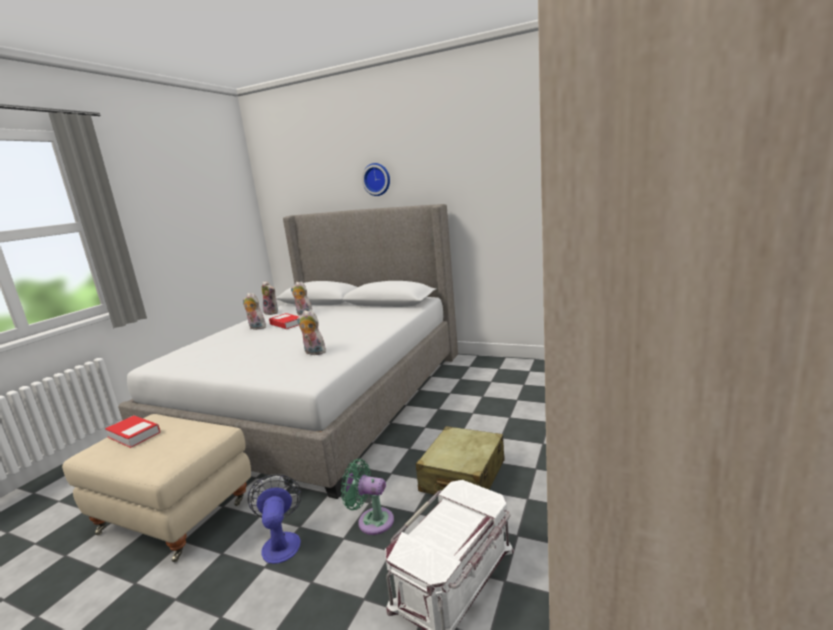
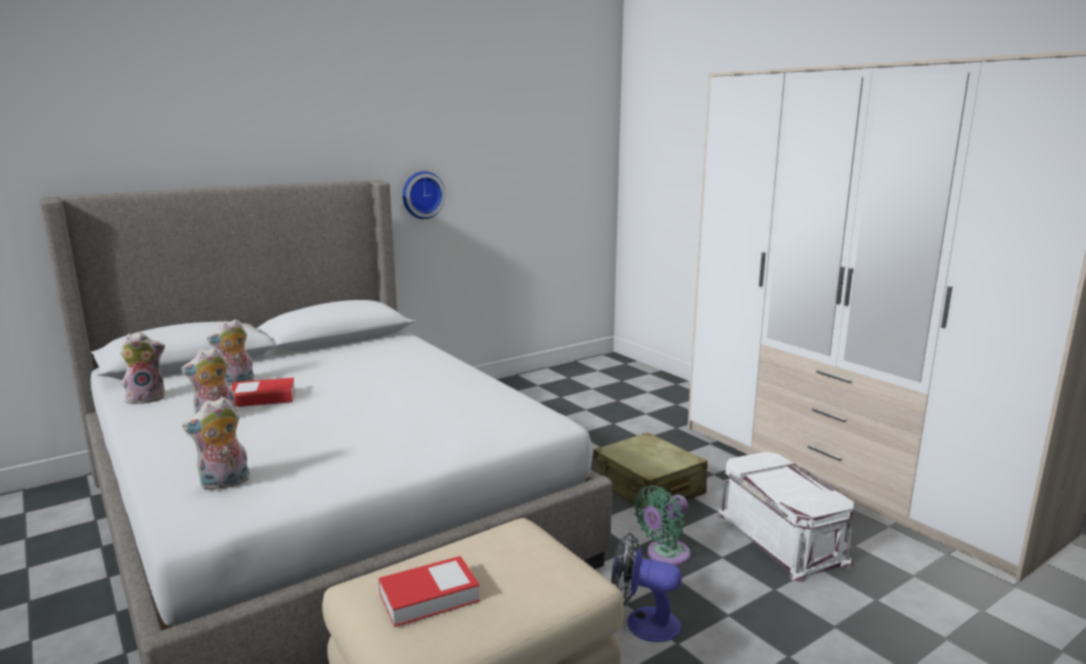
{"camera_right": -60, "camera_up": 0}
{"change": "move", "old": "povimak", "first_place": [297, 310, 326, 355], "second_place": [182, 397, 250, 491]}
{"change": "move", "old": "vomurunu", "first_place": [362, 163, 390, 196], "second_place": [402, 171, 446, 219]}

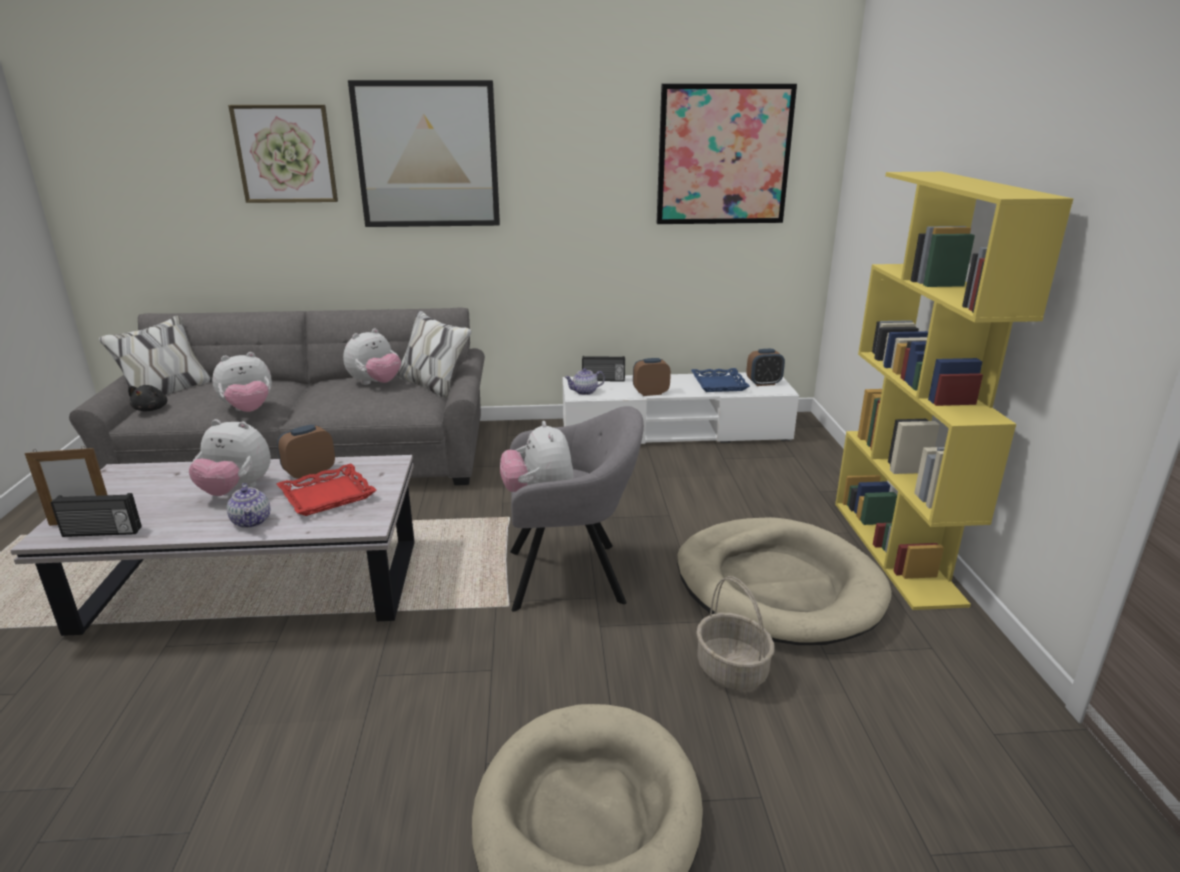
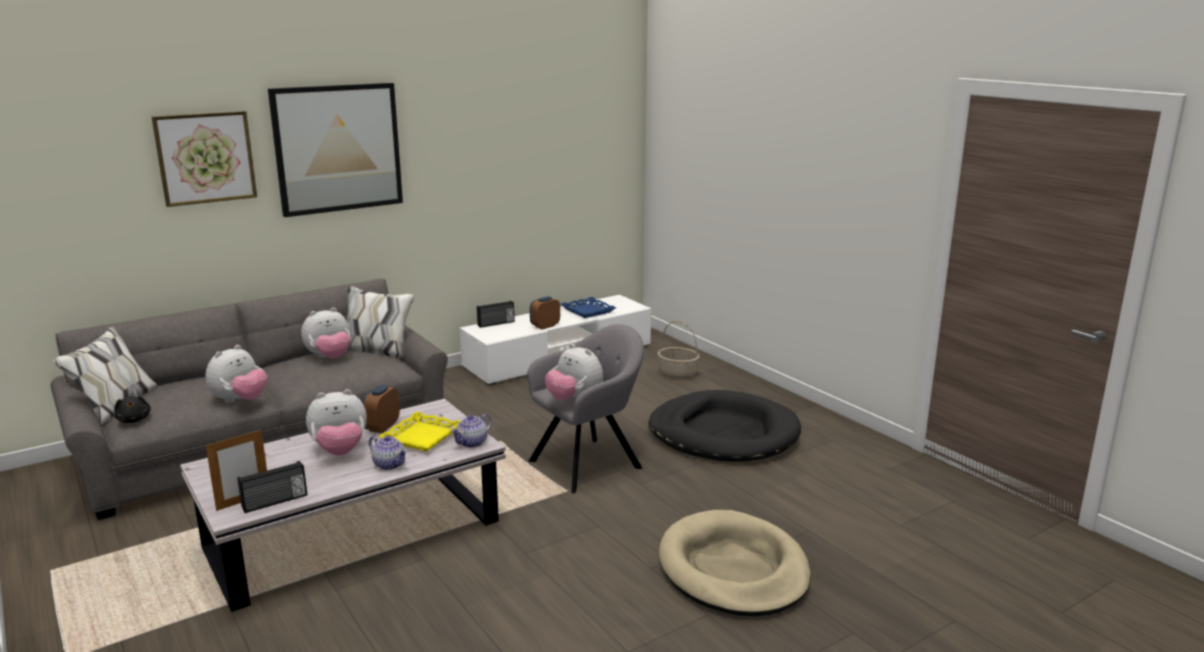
{"camera_right": -30, "camera_up": -5}
{"change": "delete", "old": "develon", "first_place": [657, 84, 797, 224]}
{"change": "delete", "old": "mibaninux", "first_place": [746, 349, 785, 386]}
{"change": "delete", "old": "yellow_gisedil", "first_place": [835, 172, 1073, 610]}
{"change": "move", "old": "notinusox", "first_place": [565, 368, 605, 395], "second_place": [451, 414, 492, 448]}
{"change": "move", "old": "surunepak", "first_place": [696, 576, 774, 690], "second_place": [658, 321, 700, 379]}
{"change": "recolor", "old": "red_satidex", "new": "yellow_satidex", "first_place": [277, 464, 377, 516], "second_place": [378, 411, 461, 452]}
{"change": "recolor", "old": "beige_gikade", "new": "black_gikade", "first_place": [677, 517, 892, 645], "second_place": [649, 390, 801, 462]}
{"change": "rotate", "old": "povimak", "first_place": [343, 328, 401, 385], "second_place": [301, 307, 351, 358], "degrees": 45}

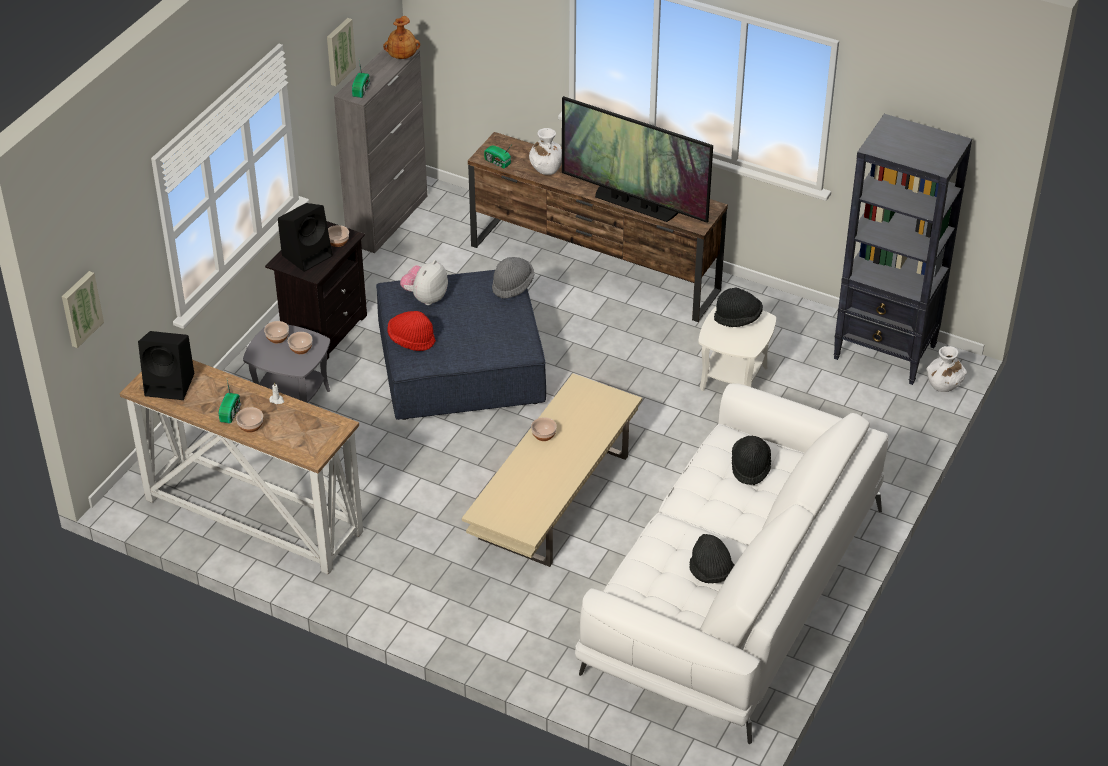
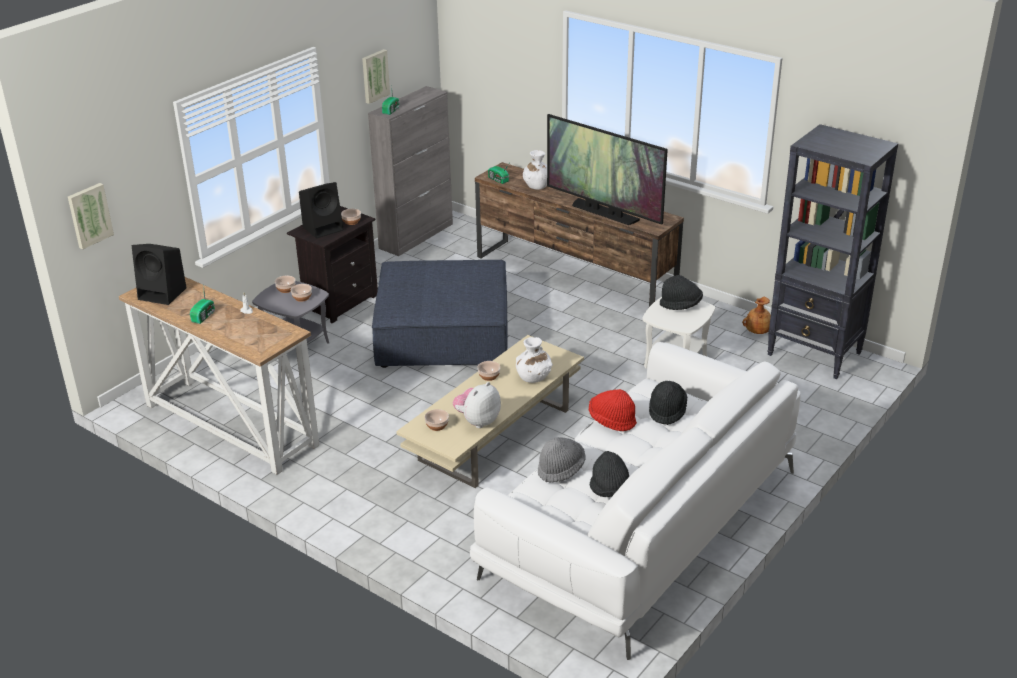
{"camera_right": 10, "camera_up": -10}
{"change": "move", "old": "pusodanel", "first_place": [236, 407, 263, 433], "second_place": [424, 409, 449, 431]}
{"change": "move", "old": "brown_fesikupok", "first_place": [383, 16, 420, 59], "second_place": [742, 297, 771, 334]}
{"change": "move", "old": "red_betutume", "first_place": [387, 311, 436, 351], "second_place": [589, 389, 637, 431]}
{"change": "move", "old": "povimak", "first_place": [400, 260, 448, 305], "second_place": [453, 382, 501, 428]}
{"change": "move", "old": "grey_betutume", "first_place": [492, 257, 534, 299], "second_place": [538, 437, 586, 483]}
{"change": "move", "old": "white_fesikupok", "first_place": [926, 346, 967, 392], "second_place": [516, 337, 553, 383]}

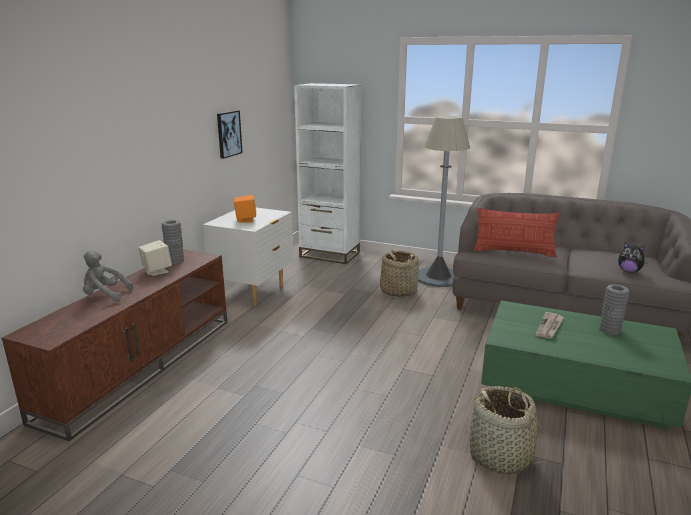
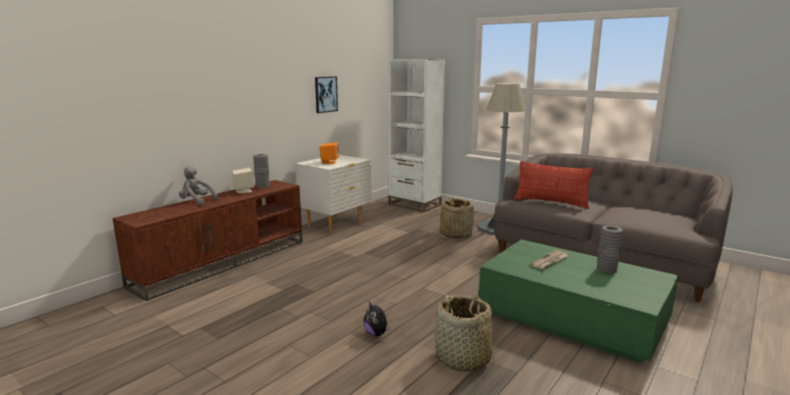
{"camera_right": 15, "camera_up": -5}
{"change": "move", "old": "povimak", "first_place": [618, 243, 647, 273], "second_place": [364, 302, 391, 336]}

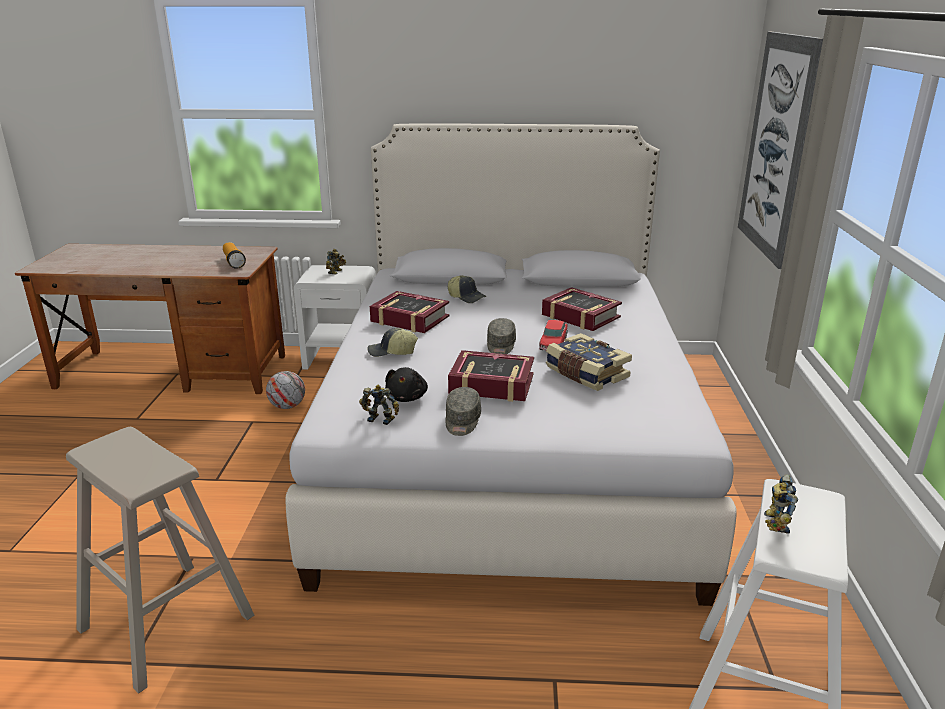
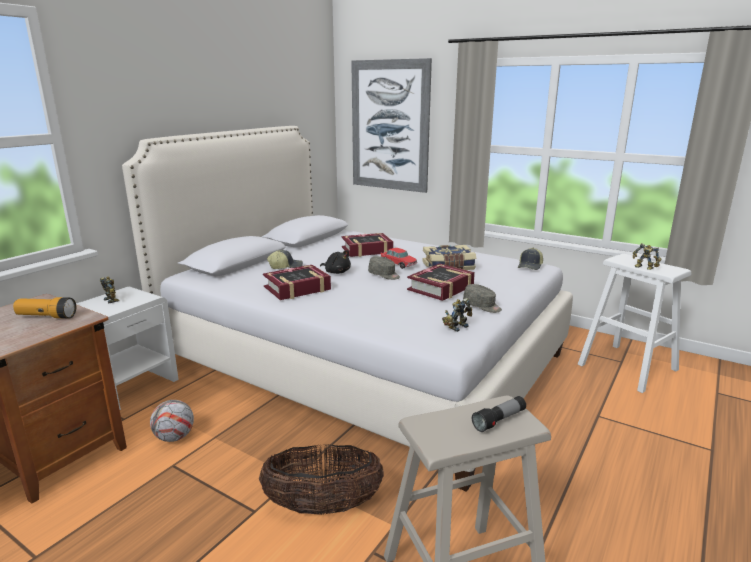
{"camera_right": -60, "camera_up": -5}
{"change": "insert", "new": "surunepak", "second_place": [259, 444, 384, 515]}
{"change": "insert", "new": "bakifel", "second_place": [472, 396, 526, 432]}
{"change": "move", "old": "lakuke", "first_place": [368, 328, 418, 357], "second_place": [518, 248, 543, 270]}
{"change": "move", "old": "black_povimak", "first_place": [385, 367, 428, 402], "second_place": [320, 250, 351, 274]}

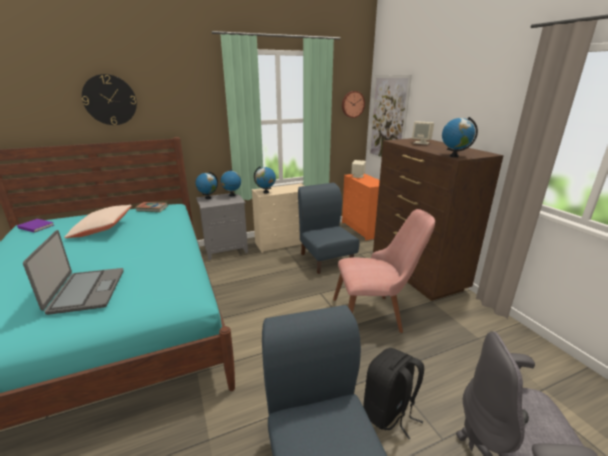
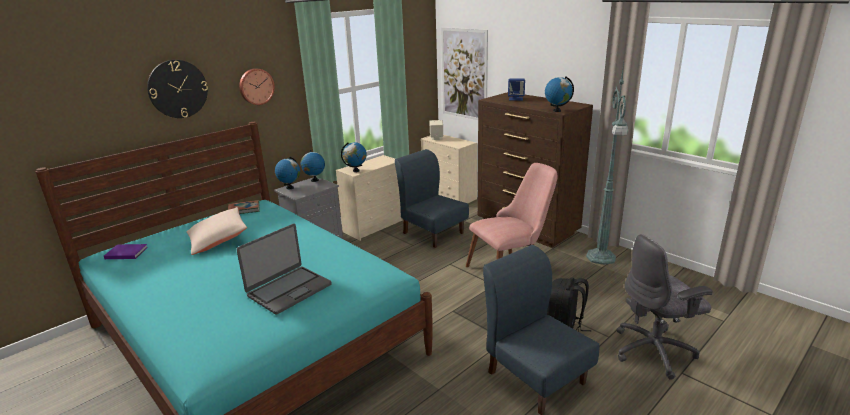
{"camera_right": -20, "camera_up": 0}
{"change": "insert", "new": "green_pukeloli", "second_place": [586, 63, 628, 265]}
{"change": "move", "old": "vomurunu", "first_place": [342, 91, 365, 118], "second_place": [239, 68, 275, 105]}
{"change": "recolor", "old": "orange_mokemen", "new": "beige_mokemen", "first_place": [342, 173, 380, 240], "second_place": [421, 135, 477, 204]}
{"change": "recolor", "old": "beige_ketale", "new": "blue_ketale", "first_place": [412, 121, 434, 145], "second_place": [508, 78, 525, 101]}
{"change": "rotate", "old": "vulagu", "first_place": [23, 230, 124, 315], "second_place": [236, 224, 332, 315], "degrees": 75}

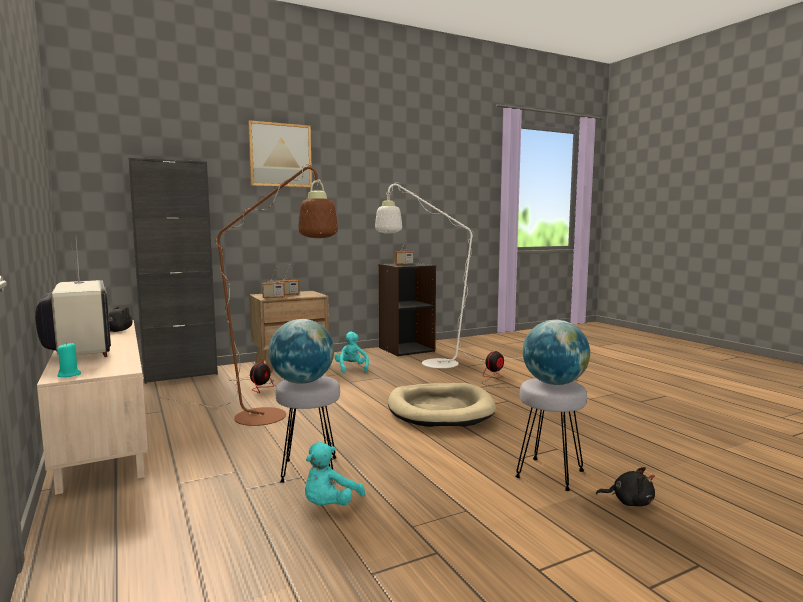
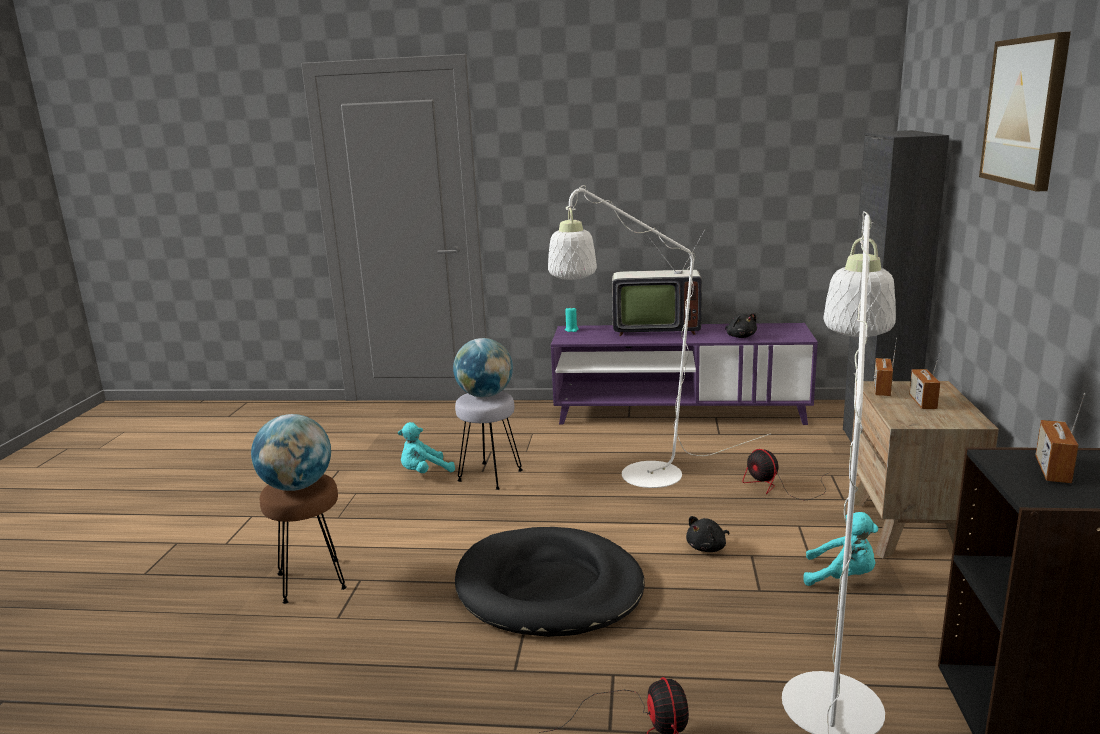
{"camera_right": 125, "camera_up": 10}
{"change": "move", "old": "black_povimak", "first_place": [596, 467, 655, 506], "second_place": [686, 516, 729, 552]}
{"change": "recolor", "old": "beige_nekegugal", "new": "purple_nekegugal", "first_place": [37, 320, 148, 495], "second_place": [551, 323, 818, 425]}
{"change": "recolor", "old": "brown_pukeloli", "new": "white_pukeloli", "first_place": [159, 164, 338, 426], "second_place": [548, 185, 771, 488]}
{"change": "recolor", "old": "beige_gikade", "new": "black_gikade", "first_place": [388, 383, 496, 427], "second_place": [455, 527, 645, 637]}
{"change": "recolor", "old": "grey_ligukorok", "new": "brown_ligukorok", "first_place": [515, 378, 587, 491], "second_place": [260, 474, 347, 604]}
{"change": "rotate", "old": "turquoise_povimak", "first_place": [305, 442, 365, 505], "second_place": [398, 422, 455, 473], "degrees": -90}

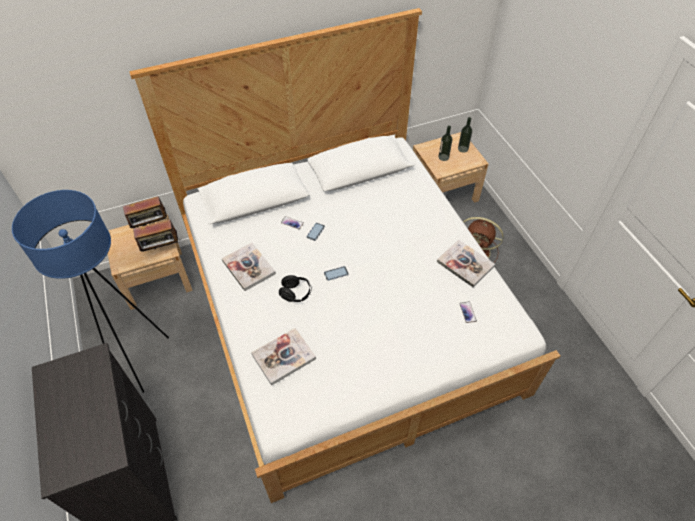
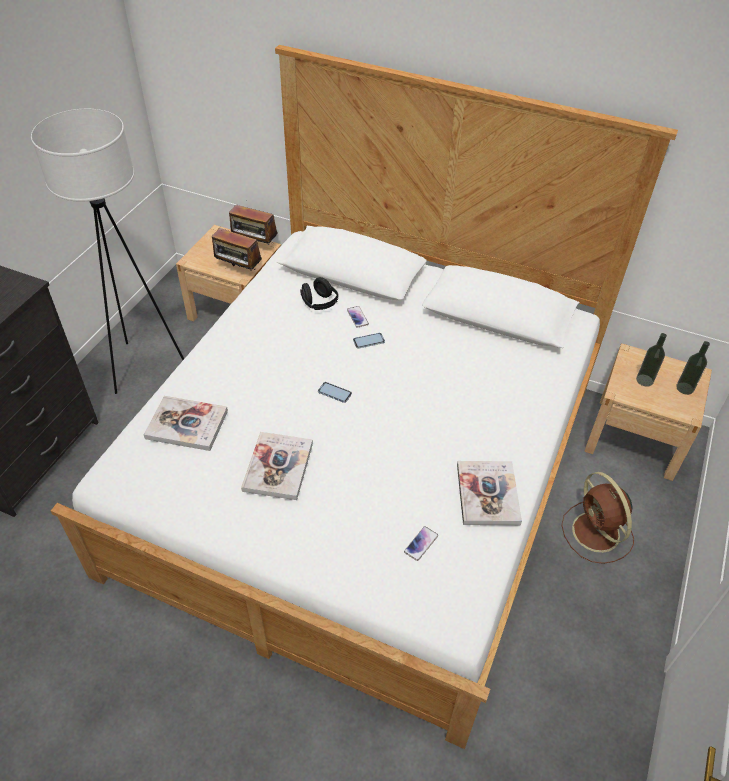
{"camera_right": 45, "camera_up": -5}
{"change": "move", "old": "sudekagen", "first_place": [222, 243, 276, 291], "second_place": [241, 432, 313, 500]}
{"change": "move", "old": "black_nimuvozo", "first_place": [279, 275, 312, 302], "second_place": [300, 277, 339, 310]}
{"change": "recolor", "old": "blue_pukeloli", "new": "white_pukeloli", "first_place": [12, 190, 169, 393], "second_place": [31, 109, 184, 394]}

